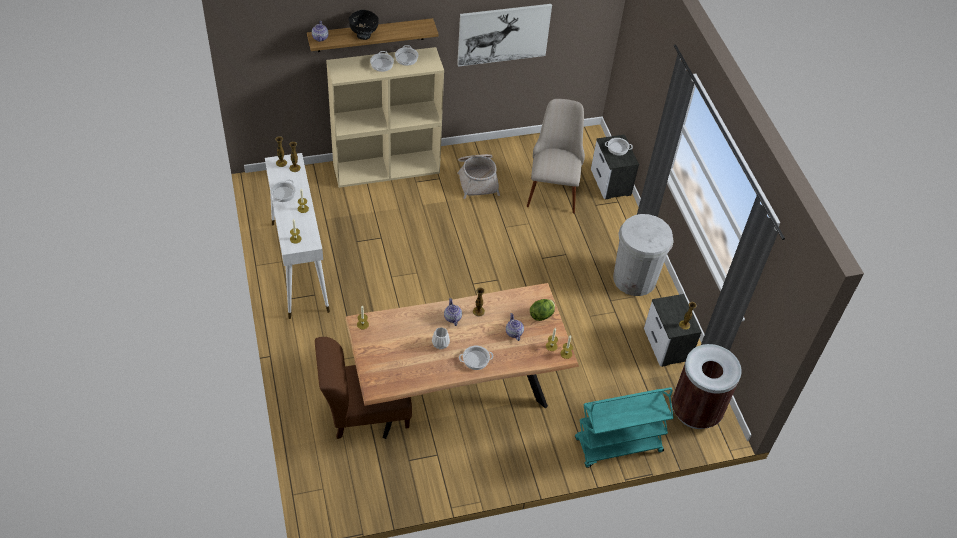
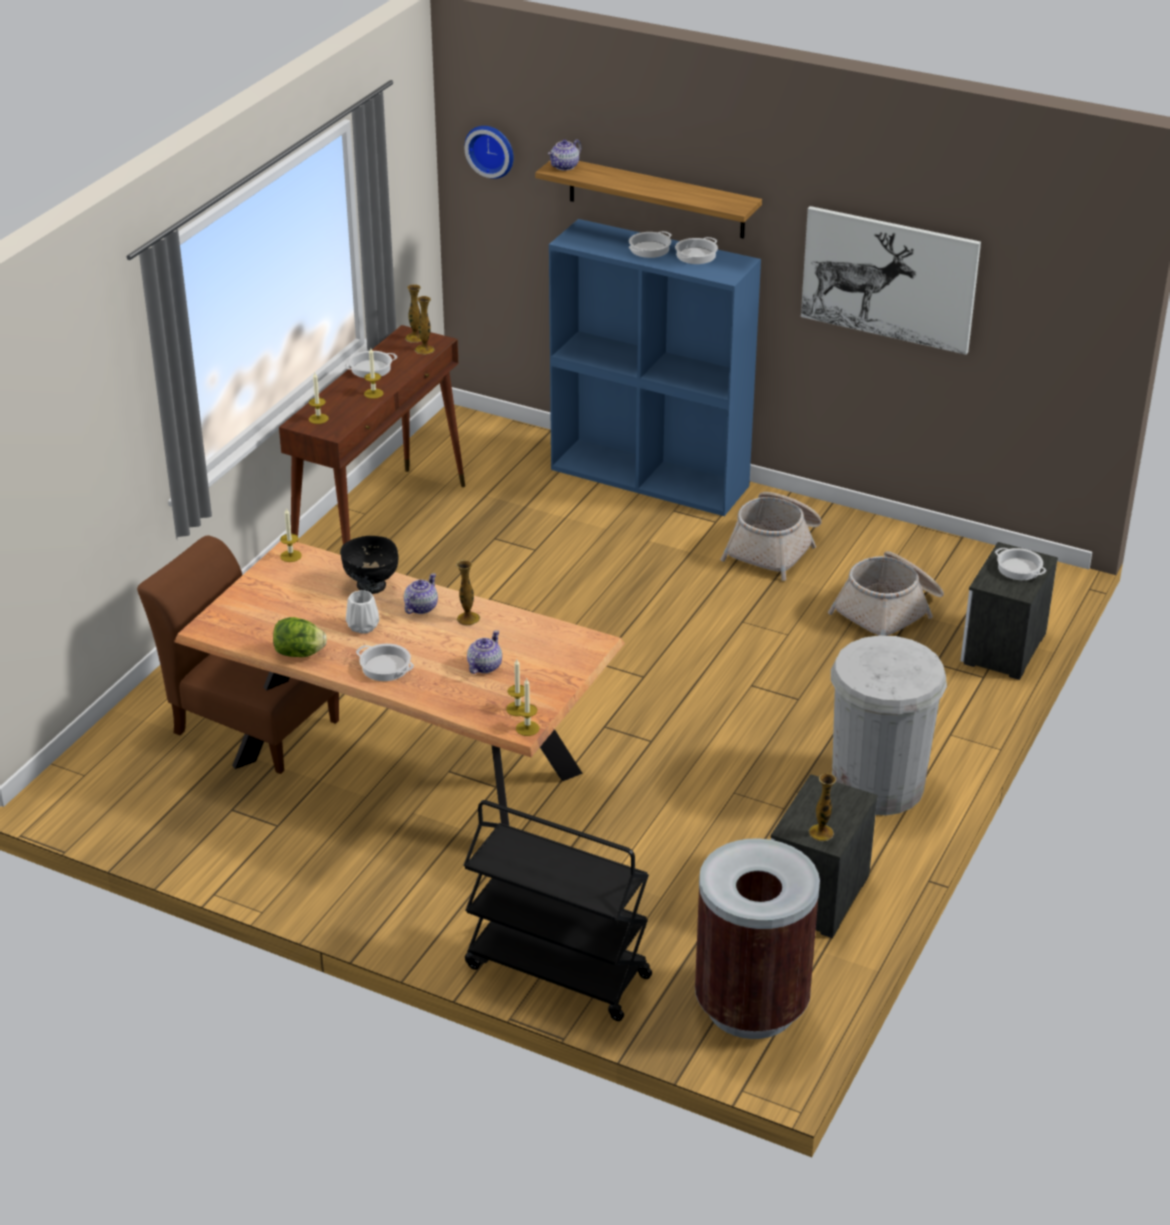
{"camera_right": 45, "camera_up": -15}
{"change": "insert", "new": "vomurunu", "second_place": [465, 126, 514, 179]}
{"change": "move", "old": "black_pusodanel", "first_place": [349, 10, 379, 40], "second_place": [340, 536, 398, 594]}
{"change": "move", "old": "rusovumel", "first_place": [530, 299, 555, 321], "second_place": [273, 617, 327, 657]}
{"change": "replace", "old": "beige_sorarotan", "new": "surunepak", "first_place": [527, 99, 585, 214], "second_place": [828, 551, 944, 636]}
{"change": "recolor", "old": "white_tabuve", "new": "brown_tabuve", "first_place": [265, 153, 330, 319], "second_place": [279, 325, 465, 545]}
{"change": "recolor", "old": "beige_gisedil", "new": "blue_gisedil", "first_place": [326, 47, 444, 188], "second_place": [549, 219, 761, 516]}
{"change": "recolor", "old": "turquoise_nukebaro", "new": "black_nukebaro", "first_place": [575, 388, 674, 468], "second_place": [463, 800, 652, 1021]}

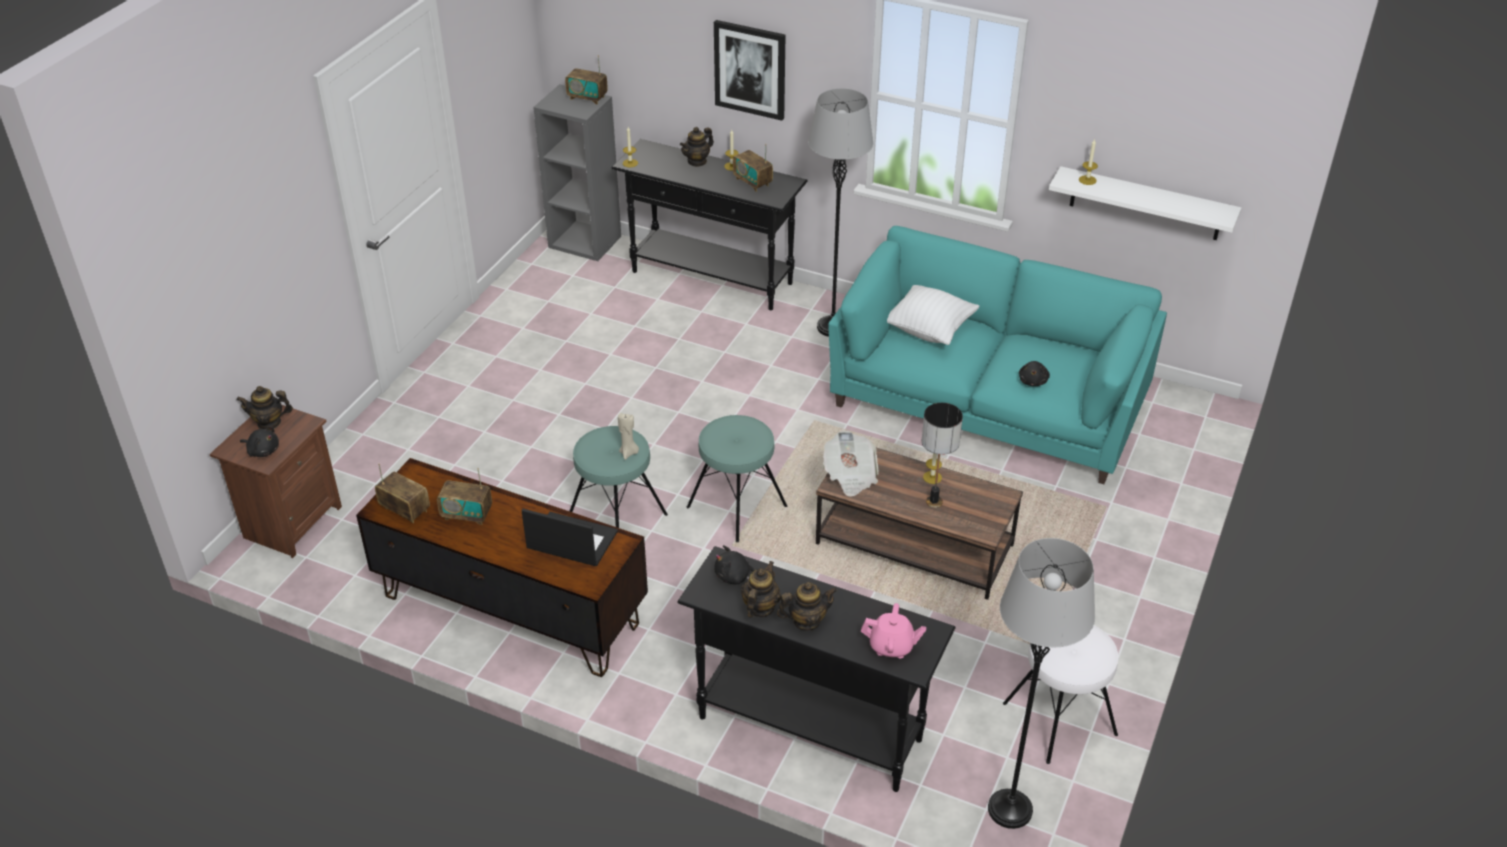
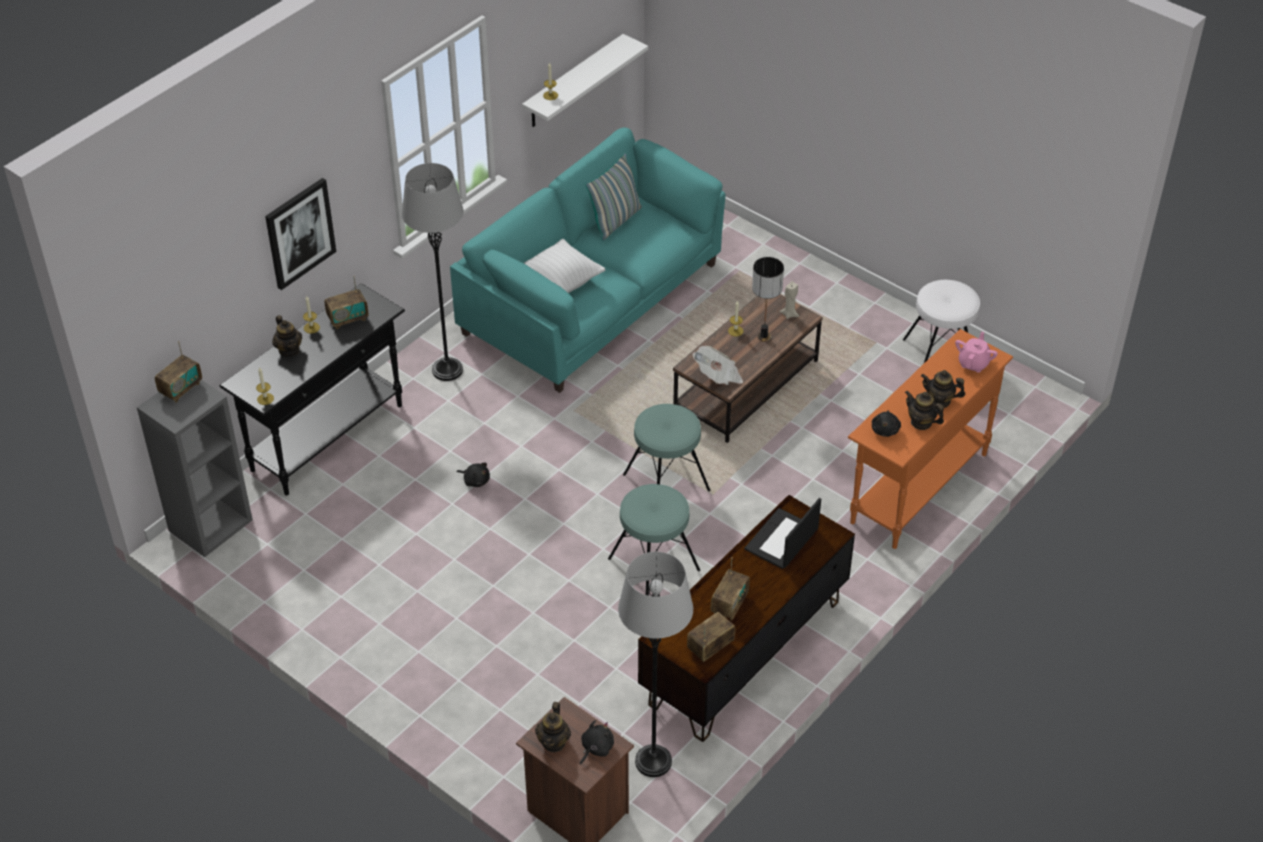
{"camera_right": -75, "camera_up": 5}
{"change": "insert", "new": "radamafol", "second_place": [585, 153, 642, 241]}
{"change": "move", "old": "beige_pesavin", "first_place": [618, 413, 639, 460], "second_place": [780, 281, 799, 319]}
{"change": "move", "old": "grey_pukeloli", "first_place": [988, 538, 1095, 829], "second_place": [618, 552, 693, 777]}
{"change": "move", "old": "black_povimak", "first_place": [1019, 361, 1050, 386], "second_place": [456, 463, 490, 487]}
{"change": "recolor", "old": "black_tabuve", "new": "orange_tabuve", "first_place": [677, 546, 955, 792], "second_place": [848, 329, 1013, 549]}
{"change": "rotate", "old": "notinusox", "first_place": [777, 582, 837, 631], "second_place": [921, 370, 965, 408], "degrees": -75}

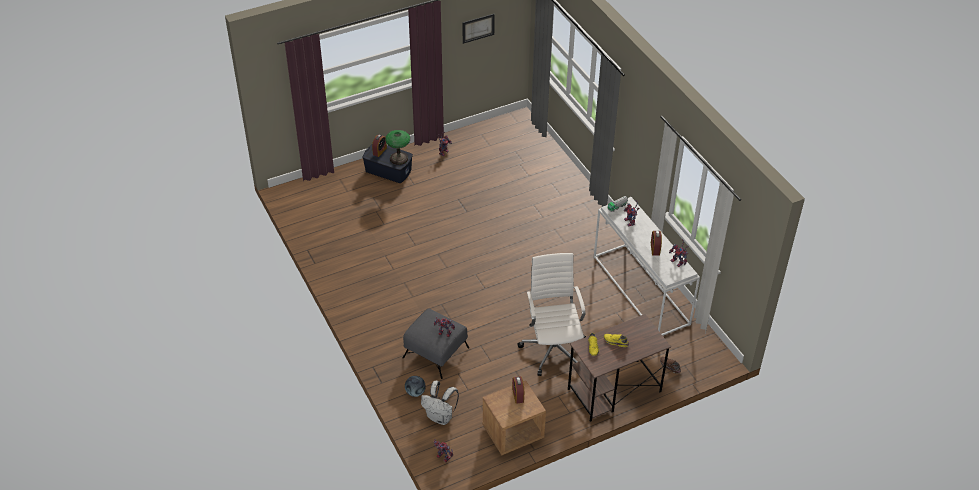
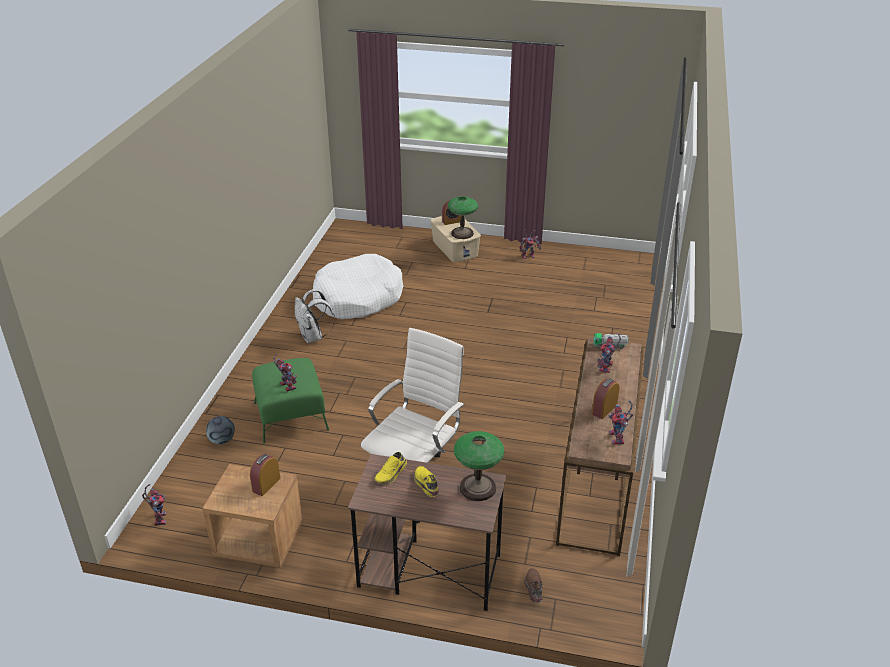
{"camera_right": 40, "camera_up": -10}
{"change": "delete", "old": "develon", "first_place": [462, 14, 495, 44]}
{"change": "insert", "new": "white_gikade", "second_place": [313, 254, 403, 319]}
{"change": "insert", "new": "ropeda", "second_place": [454, 431, 504, 501]}
{"change": "move", "old": "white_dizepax", "first_place": [421, 381, 459, 425], "second_place": [295, 289, 335, 343]}
{"change": "recolor", "old": "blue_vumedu", "new": "beige_vumedu", "first_place": [362, 145, 413, 183], "second_place": [430, 216, 481, 262]}
{"change": "recolor", "old": "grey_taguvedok", "new": "green_taguvedok", "first_place": [402, 309, 469, 379], "second_place": [252, 358, 329, 443]}
{"change": "recolor", "old": "white_tabuve", "new": "brown_tabuve", "first_place": [594, 197, 700, 336], "second_place": [556, 338, 644, 556]}

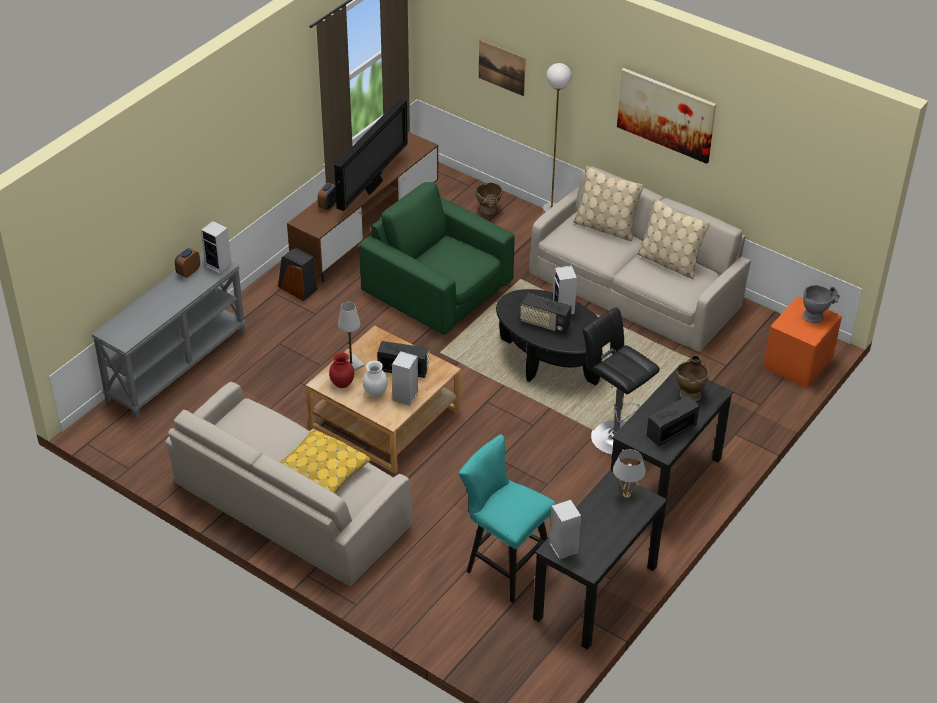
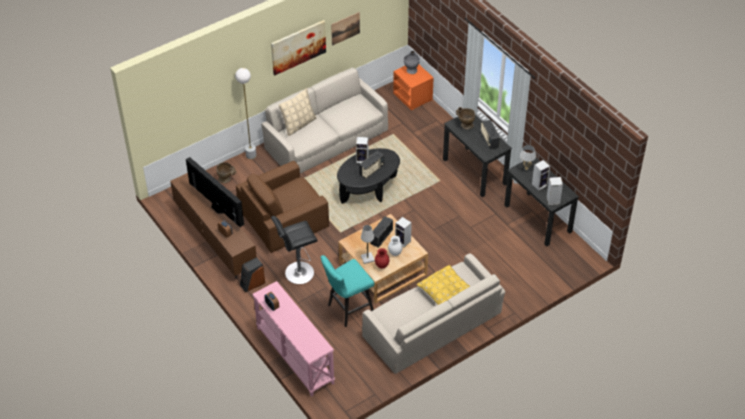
{"camera_right": -70, "camera_up": 5}
{"change": "delete", "old": "beige_radamafol", "first_place": [637, 198, 710, 279]}
{"change": "move", "old": "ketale", "first_place": [201, 221, 232, 274], "second_place": [532, 160, 550, 190]}
{"change": "move", "old": "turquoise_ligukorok", "first_place": [459, 434, 556, 603], "second_place": [321, 255, 375, 327]}
{"change": "move", "old": "develon", "first_place": [479, 40, 526, 96], "second_place": [331, 12, 360, 46]}
{"change": "move", "old": "black_ligukorok", "first_place": [582, 307, 660, 455], "second_place": [271, 216, 318, 284]}
{"change": "recolor", "old": "grey_tabuve", "new": "pink_tabuve", "first_place": [91, 251, 246, 419], "second_place": [253, 281, 335, 397]}
{"change": "recolor", "old": "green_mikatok", "new": "brown_mikatok", "first_place": [359, 182, 515, 335], "second_place": [236, 161, 329, 253]}

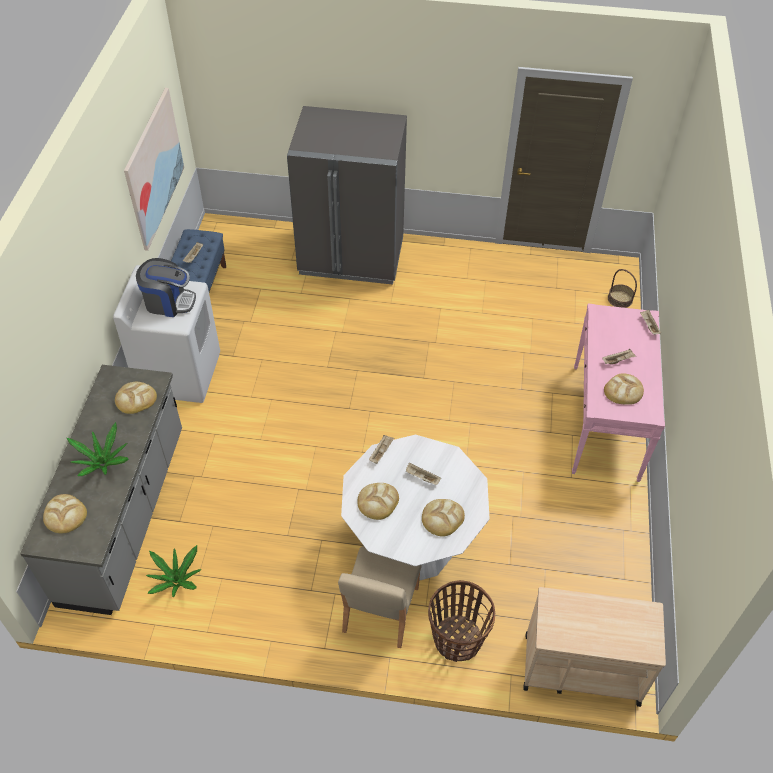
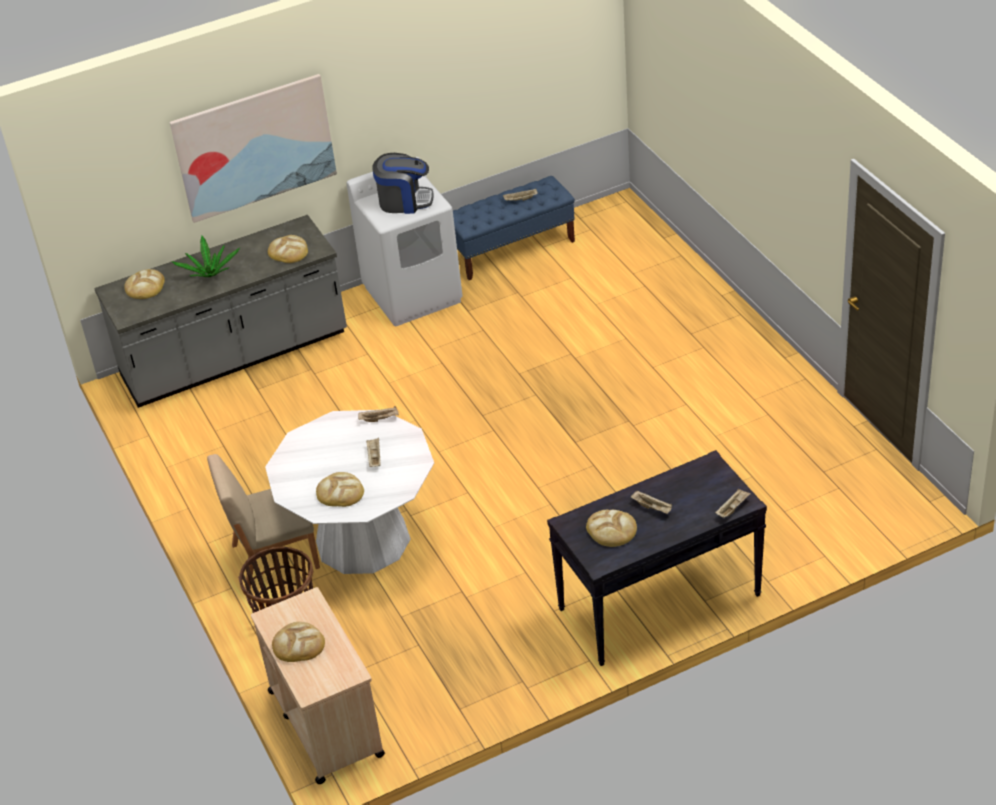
{"camera_right": 60, "camera_up": -10}
{"change": "delete", "old": "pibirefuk", "first_place": [146, 545, 202, 597]}
{"change": "delete", "old": "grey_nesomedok", "first_place": [287, 106, 407, 285]}
{"change": "delete", "old": "surunepak", "first_place": [608, 269, 637, 308]}
{"change": "move", "old": "develon", "first_place": [124, 88, 184, 251], "second_place": [169, 74, 337, 223]}
{"change": "move", "old": "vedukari", "first_place": [357, 483, 399, 520], "second_place": [272, 622, 325, 662]}
{"change": "recolor", "old": "pink_tabuve", "new": "black_tabuve", "first_place": [572, 303, 665, 482], "second_place": [547, 450, 767, 666]}
{"change": "rotate", "old": "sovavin", "first_place": [136, 258, 196, 317], "second_place": [372, 153, 434, 214], "degrees": -60}

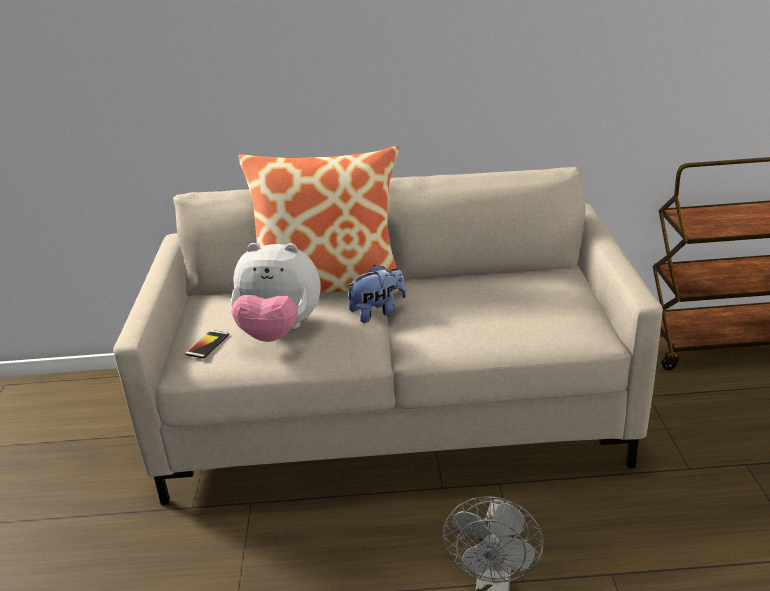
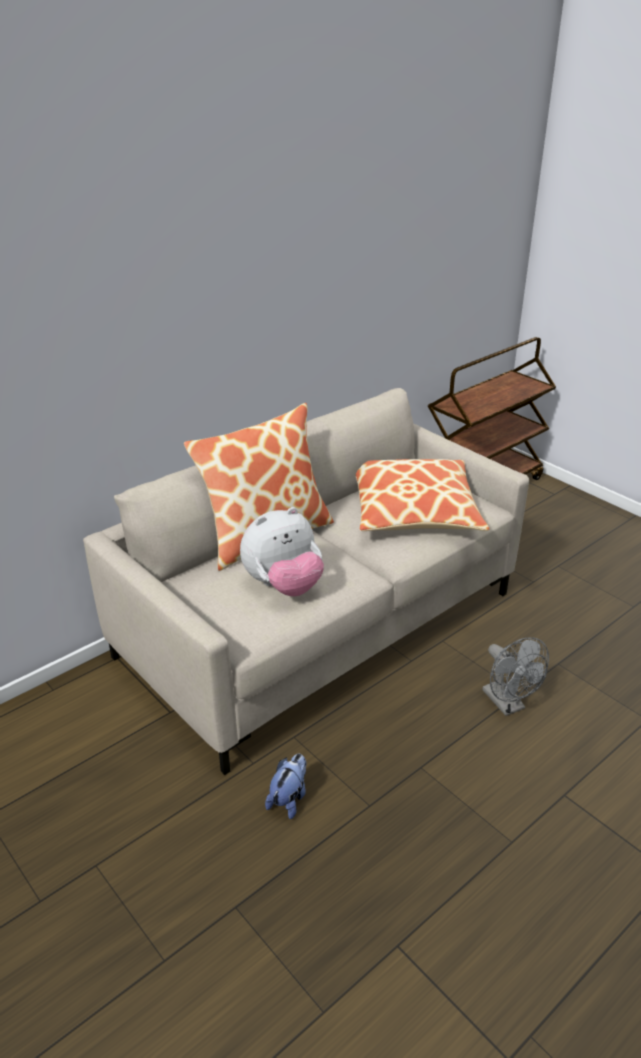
{"camera_right": -40, "camera_up": 5}
{"change": "delete", "old": "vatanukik", "first_place": [185, 330, 229, 359]}
{"change": "insert", "new": "radamafol", "second_place": [356, 459, 489, 531]}
{"change": "move", "old": "povimak", "first_place": [345, 265, 407, 323], "second_place": [265, 754, 307, 819]}

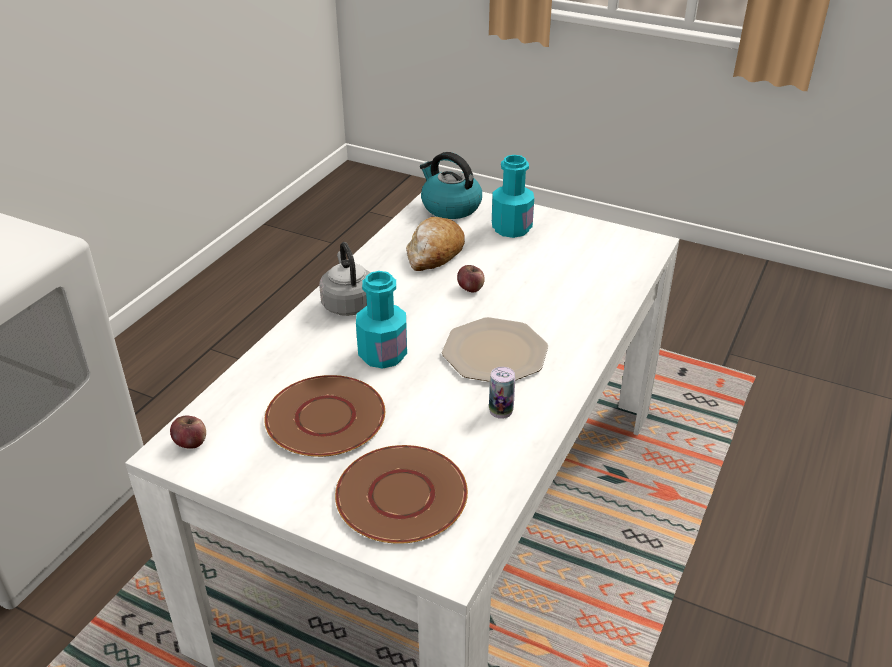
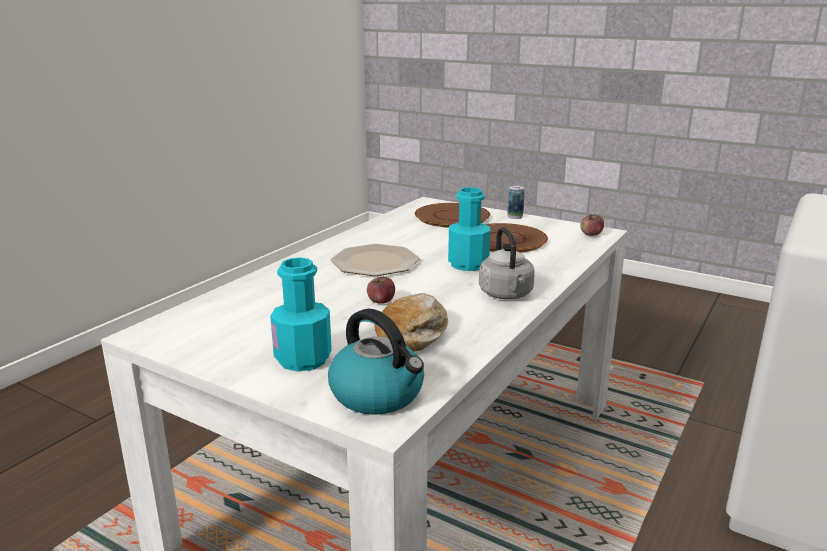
{"camera_right": -175, "camera_up": -15}
{"change": "move", "old": "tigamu", "first_place": [489, 367, 515, 419], "second_place": [507, 186, 525, 219]}

